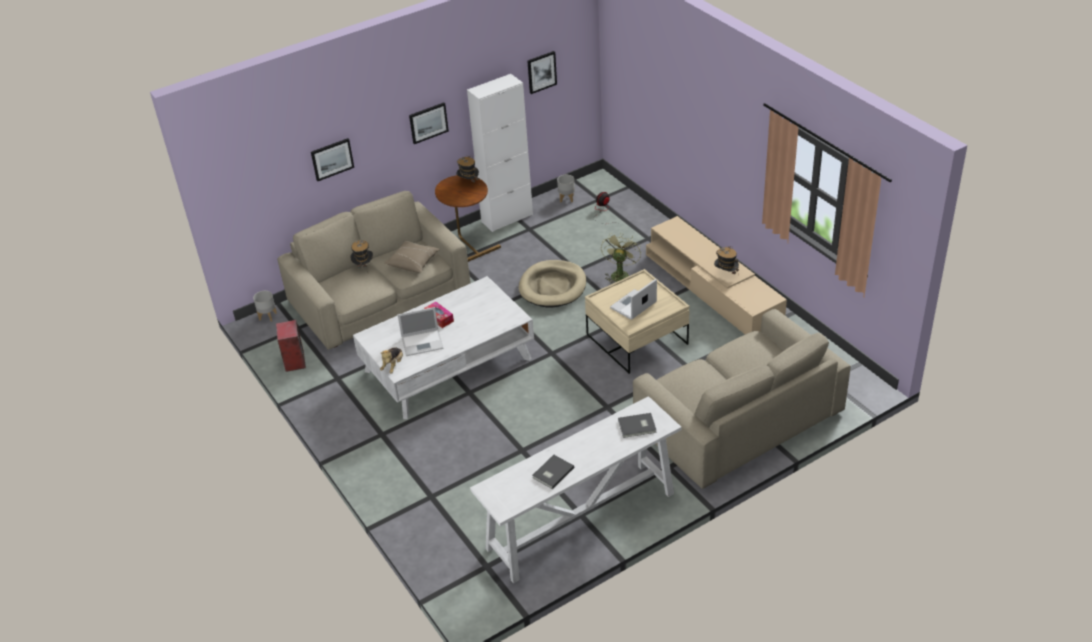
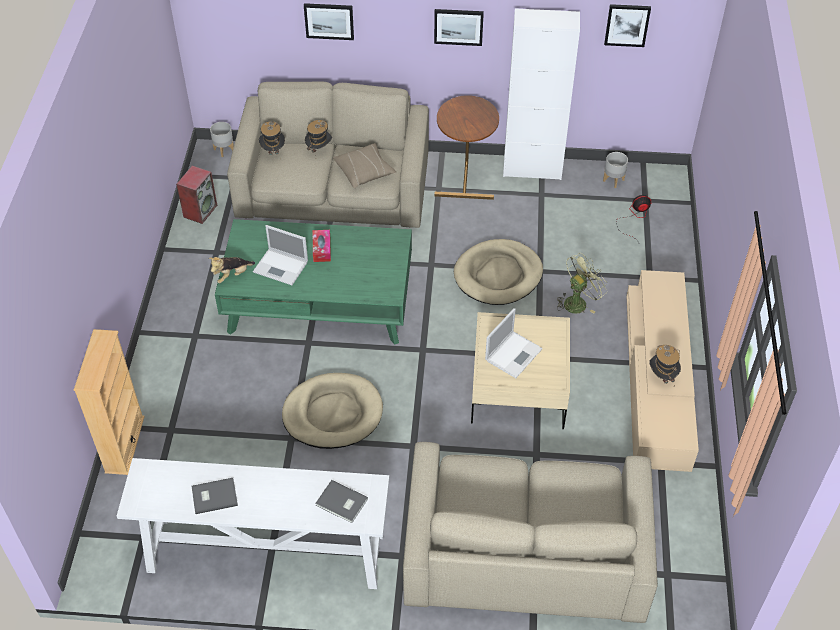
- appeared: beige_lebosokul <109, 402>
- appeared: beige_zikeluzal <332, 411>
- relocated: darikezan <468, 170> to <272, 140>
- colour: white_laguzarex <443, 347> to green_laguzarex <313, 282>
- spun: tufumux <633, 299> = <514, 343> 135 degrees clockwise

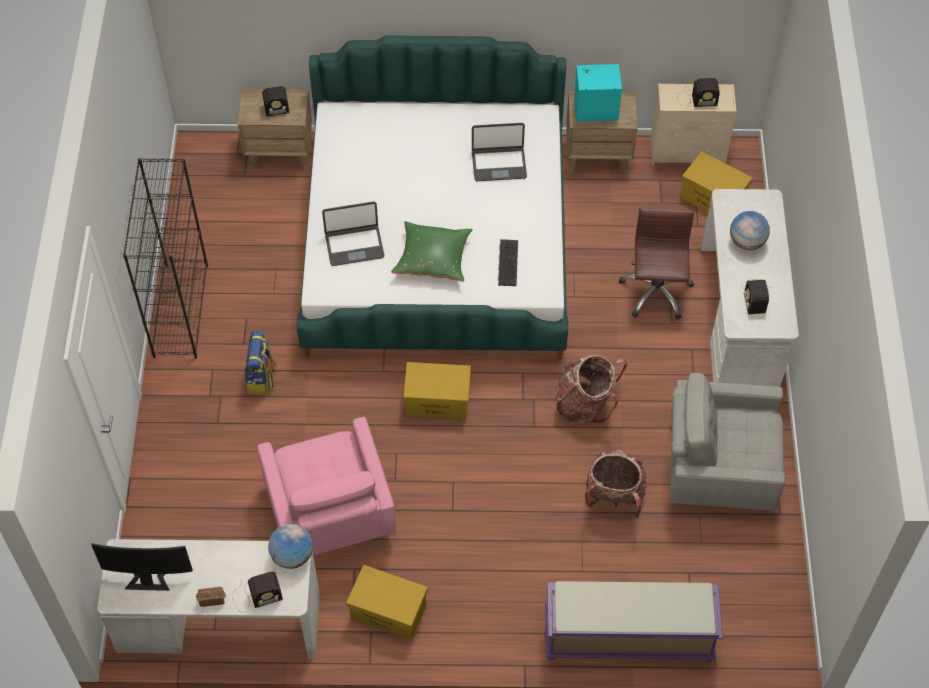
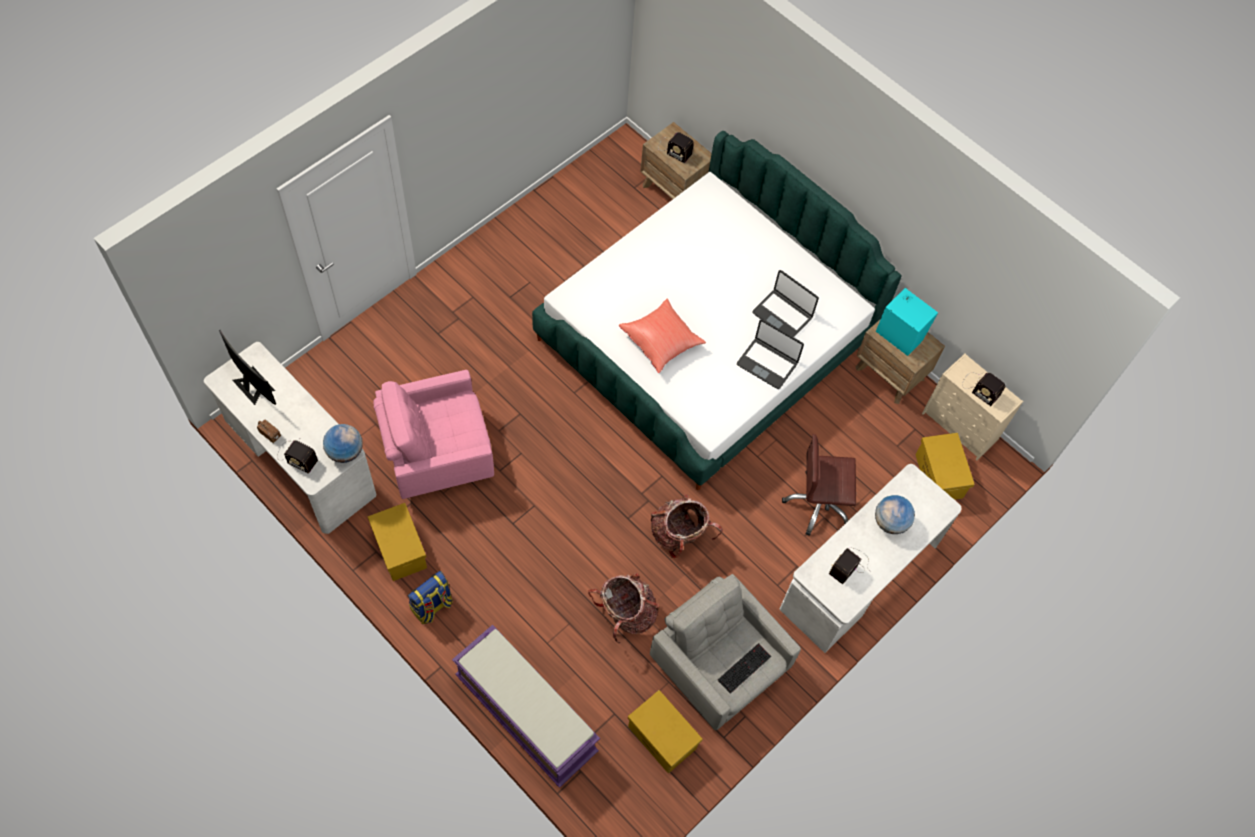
- missing: black_lebosokul <165, 258>
- relocated: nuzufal <260, 363> to <430, 597>
- relocated: tufumux <353, 233> to <770, 354>
- relocated: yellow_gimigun <437, 390> to <665, 732>
- relocated: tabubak <508, 262> to <744, 668>
- colour: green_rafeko <431, 251> to red_rafeko <662, 335>
- spun: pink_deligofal <326, 486> = <433, 434> 45 degrees clockwise
- spun: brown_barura <656, 264> = <819, 485> 135 degrees counterclockwise

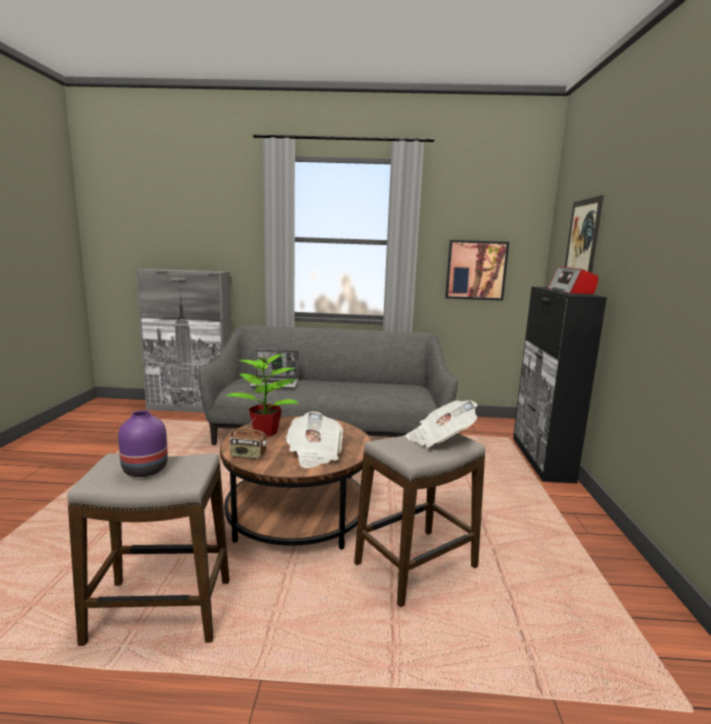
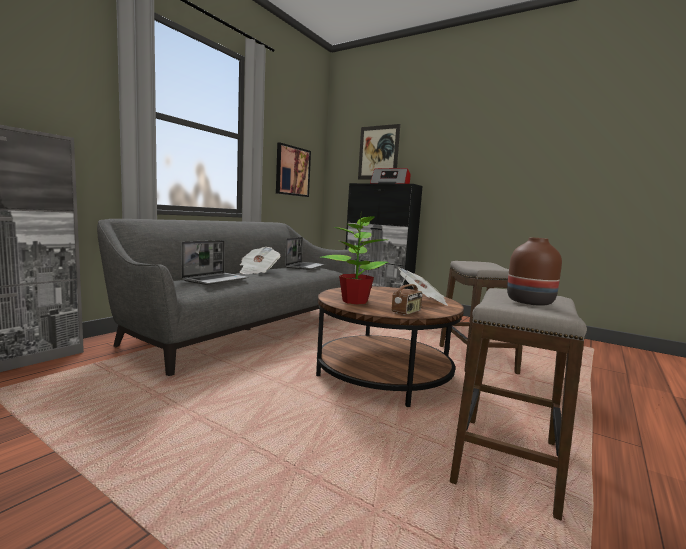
- appeared: tufumux <305, 253>
- relocated: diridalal <441, 424> to <260, 260>
- colour: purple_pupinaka <143, 443> to brown_pupinaka <534, 271>

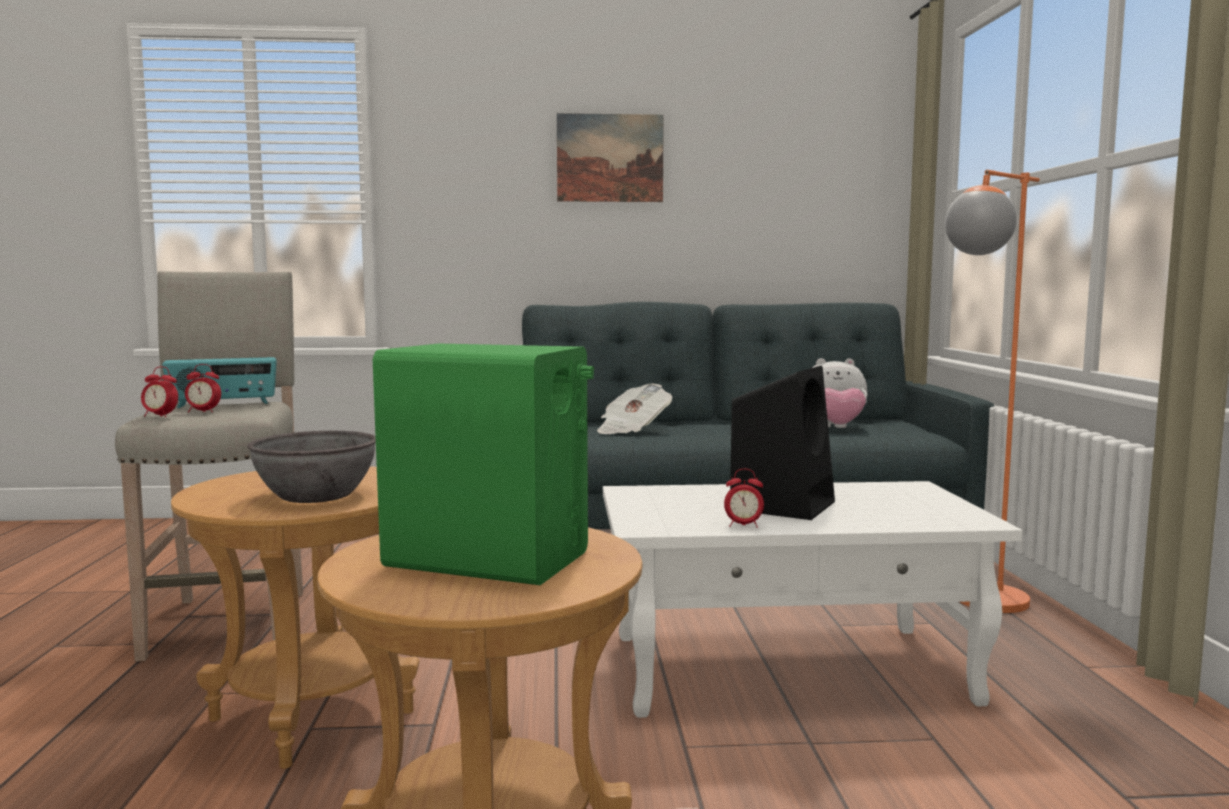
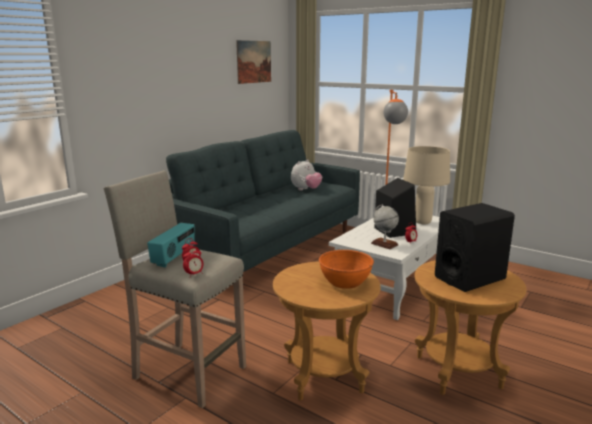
- missing: diridalal <634, 409>
- appeared: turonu <385, 226>
- appeared: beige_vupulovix <426, 185>
- relocated: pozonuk <610, 157> to <253, 62>
- colour: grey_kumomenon <311, 467> to orange_kumomenon <346, 269>
- colour: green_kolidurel <483, 464> to black_kolidurel <475, 247>

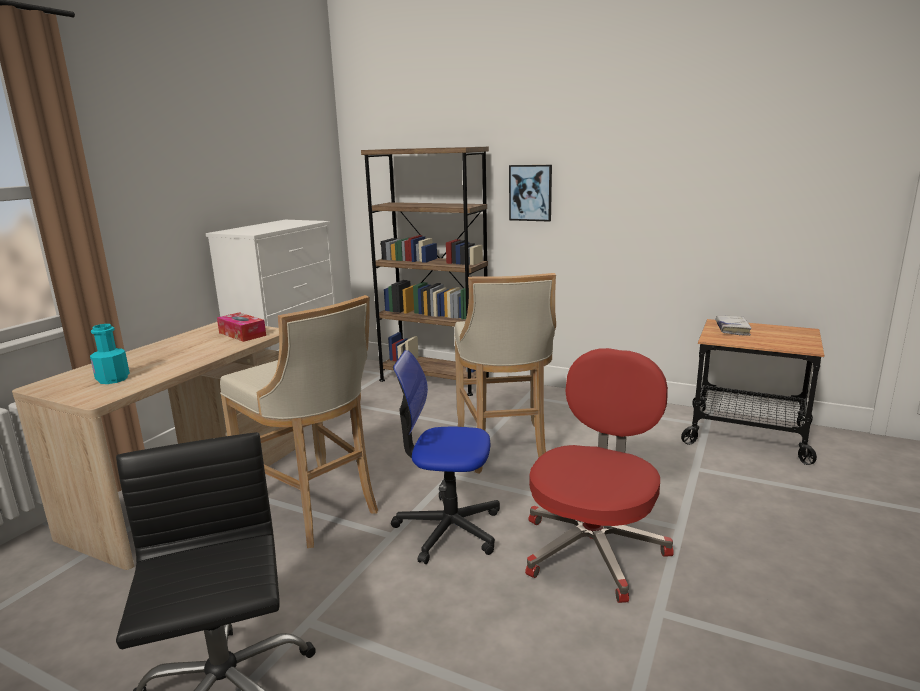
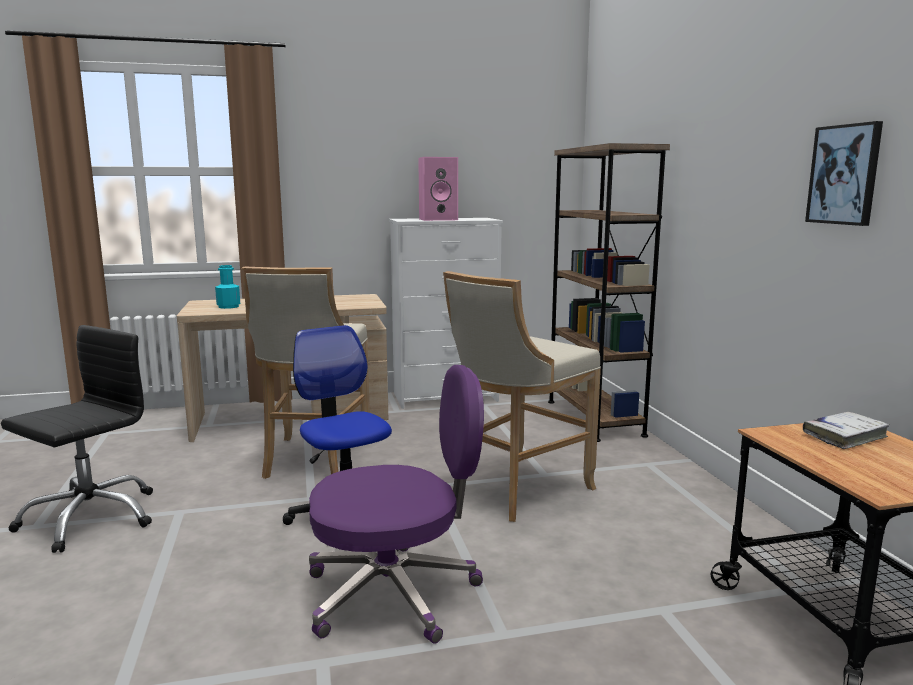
- missing: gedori <241, 327>
- appeared: pink_kolidurel <438, 189>
- relocated: pozonuk <530, 193> to <844, 173>
- colour: red_barura <599, 475> to purple_barura <396, 504>

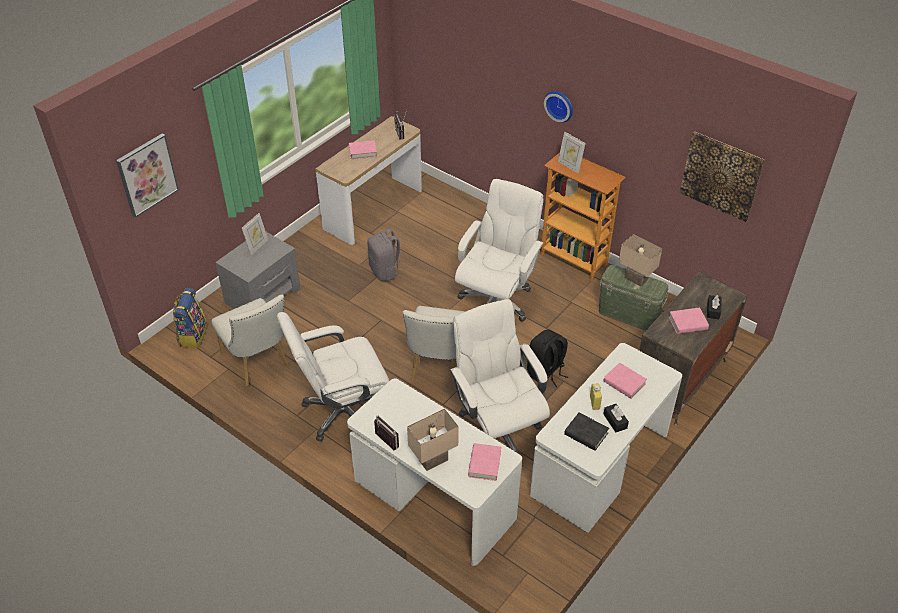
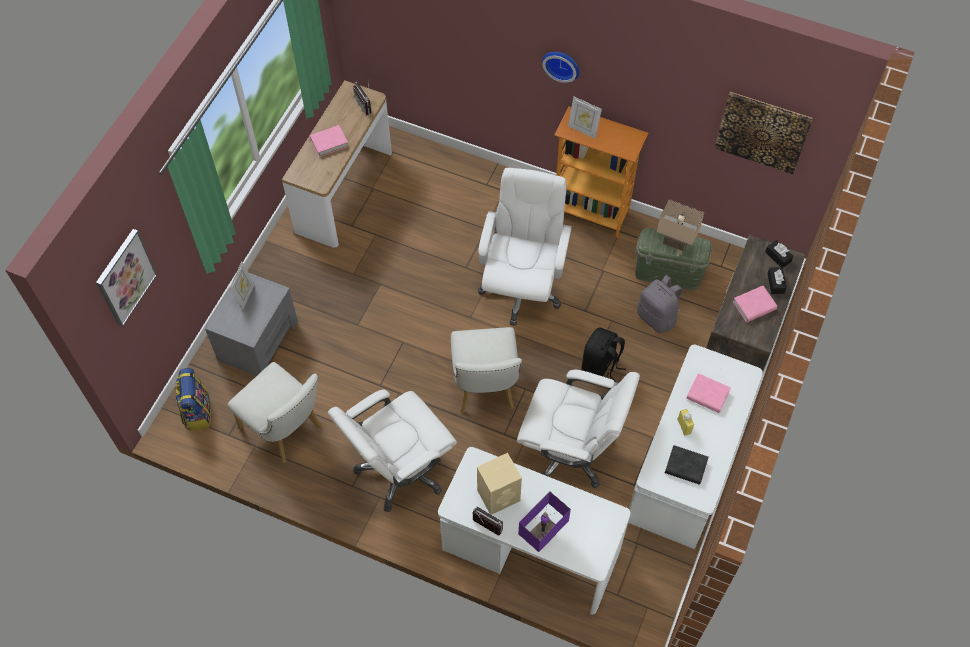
- missing: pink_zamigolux <484, 462>
- appeared: beige_kolidurel <499, 484>
- relocated: grey_nuzufal <386, 255> to <660, 304>
- relocated: black_gedori <616, 418> to <779, 254>
- colour: beige_vupulovix <433, 439> to purple_vupulovix <544, 521>
- spun: white_barura <500, 377> = <578, 429> 150 degrees clockwise

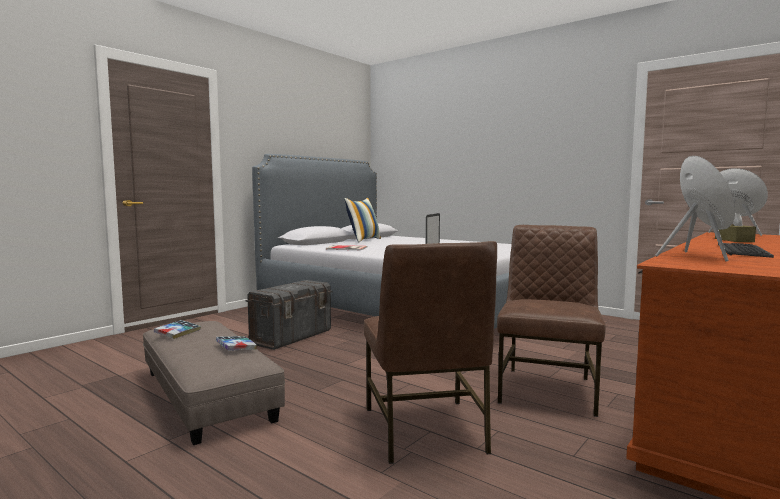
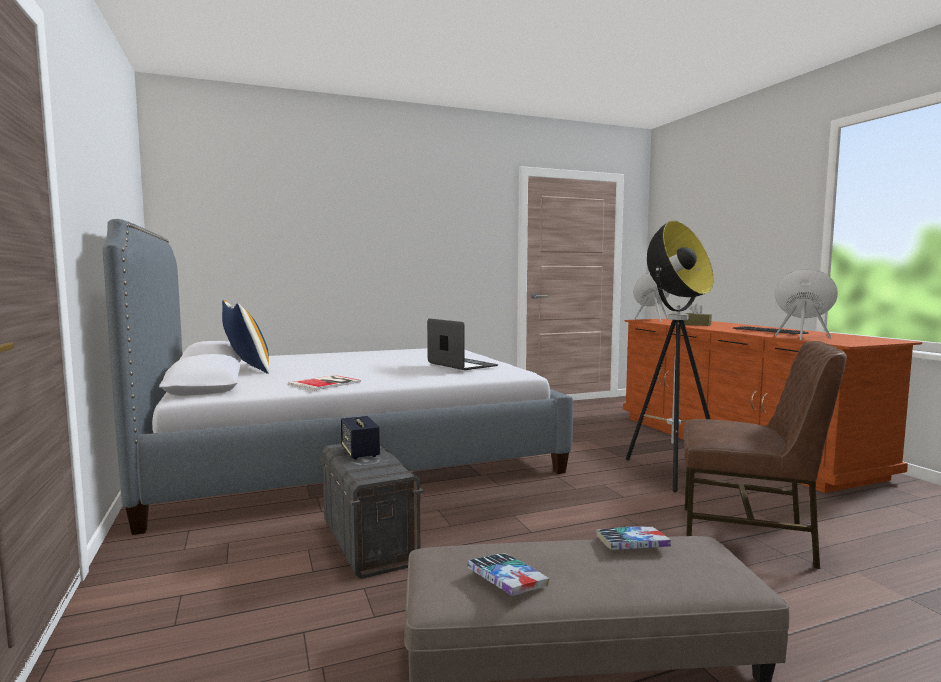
- appeared: kolidurel <360, 438>
- exchanged: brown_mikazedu <551, 321> to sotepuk <669, 356>

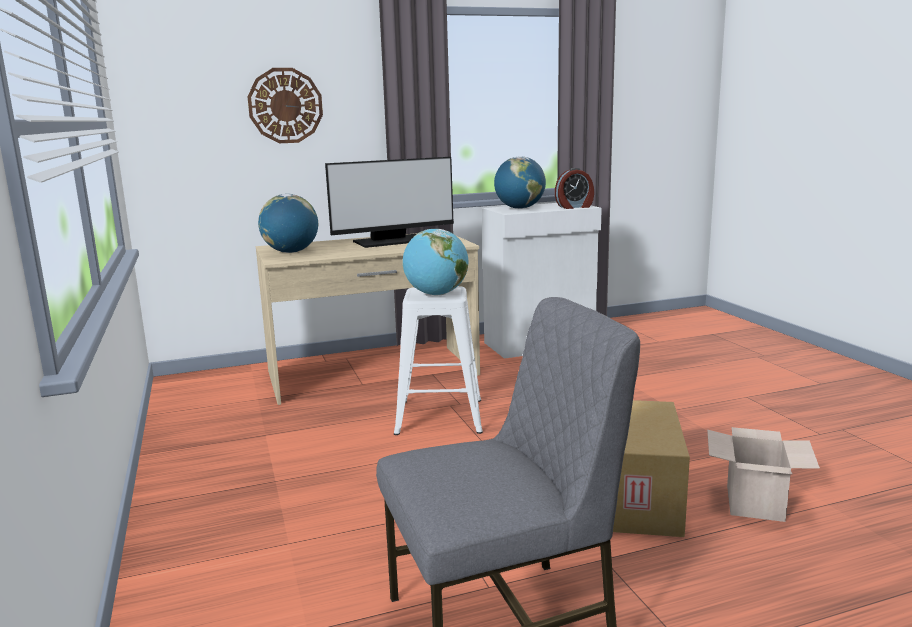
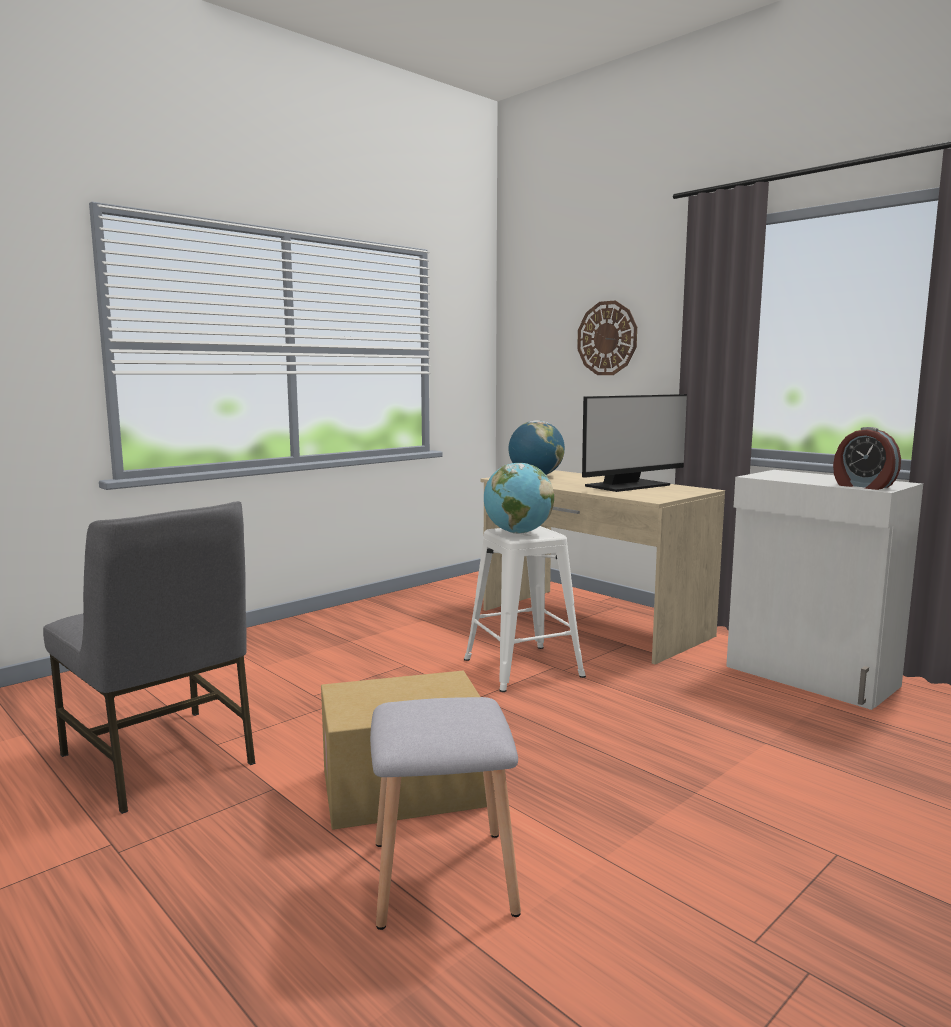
- missing: turonu <520, 182>
- exchanged: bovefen <763, 474> to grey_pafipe <445, 813>
- spun: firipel <389, 202> = <634, 443> 75 degrees counterclockwise

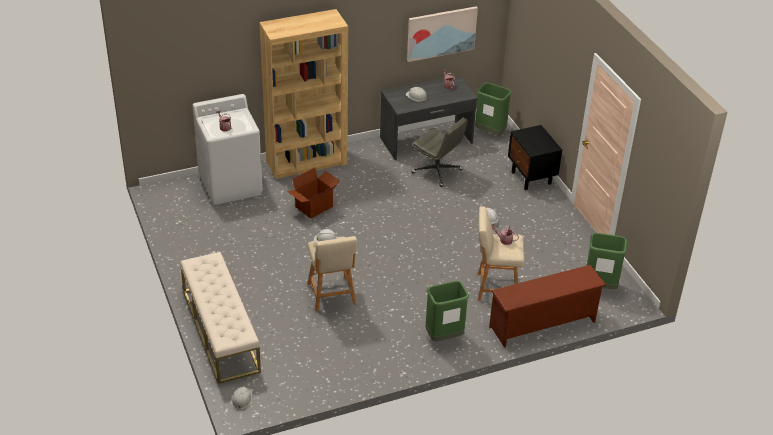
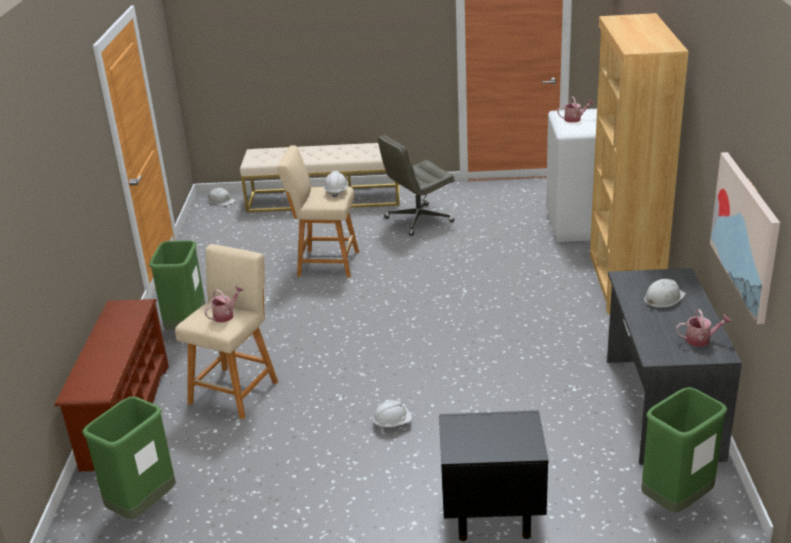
- missing: bovefen <313, 193>
- relocated: grey_barura <439, 152> to <416, 185>

